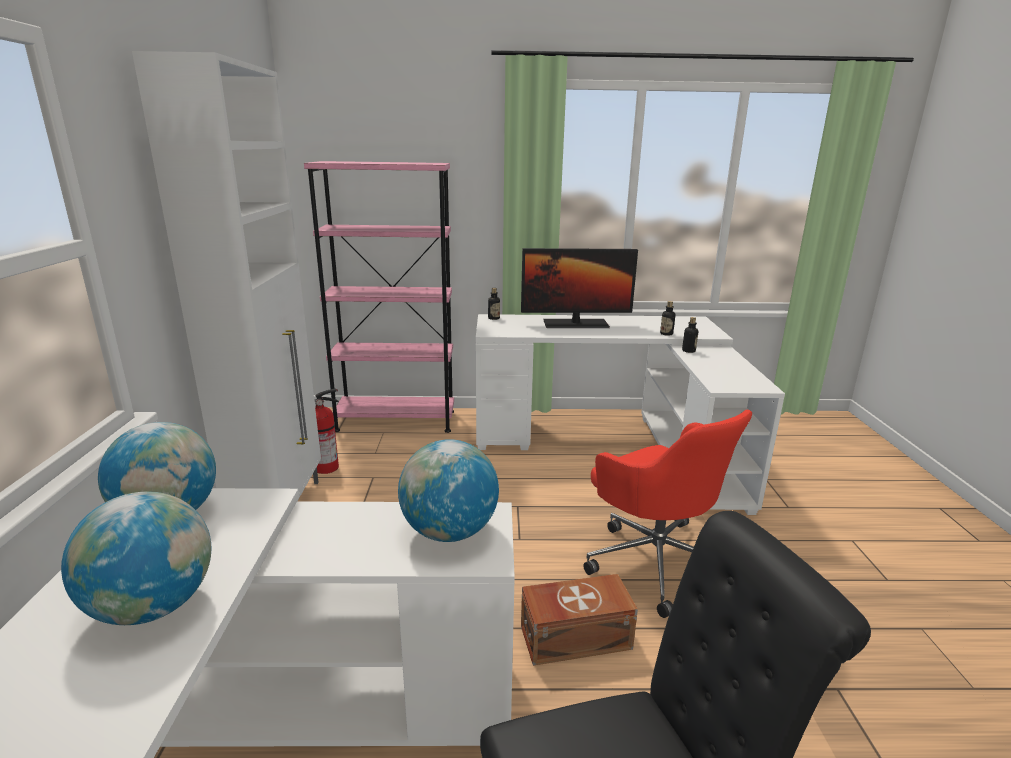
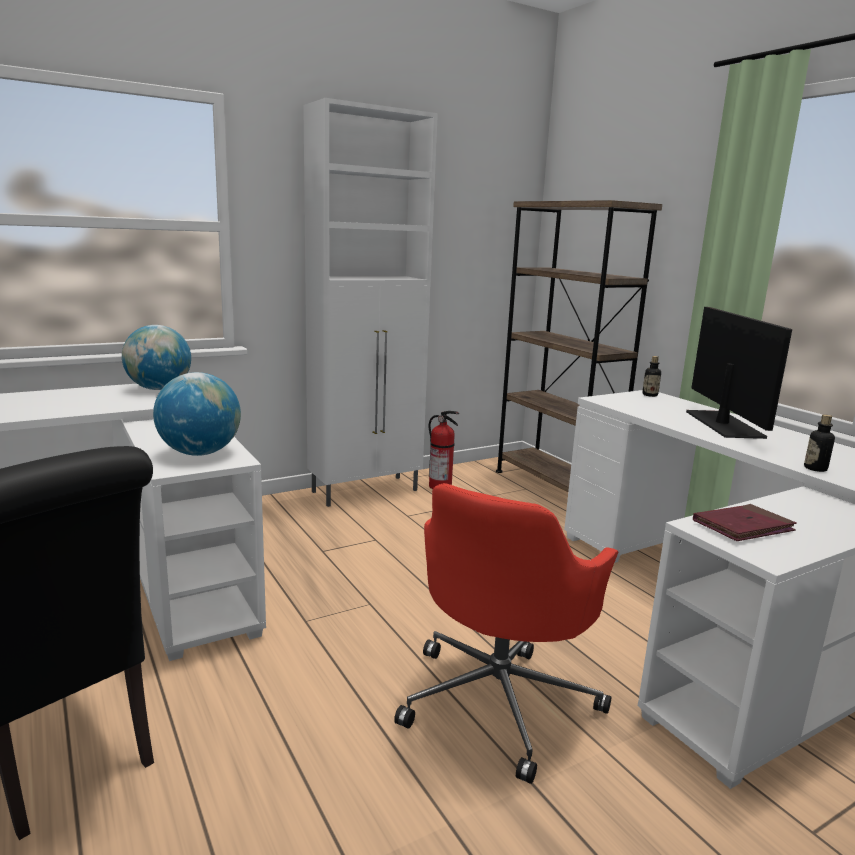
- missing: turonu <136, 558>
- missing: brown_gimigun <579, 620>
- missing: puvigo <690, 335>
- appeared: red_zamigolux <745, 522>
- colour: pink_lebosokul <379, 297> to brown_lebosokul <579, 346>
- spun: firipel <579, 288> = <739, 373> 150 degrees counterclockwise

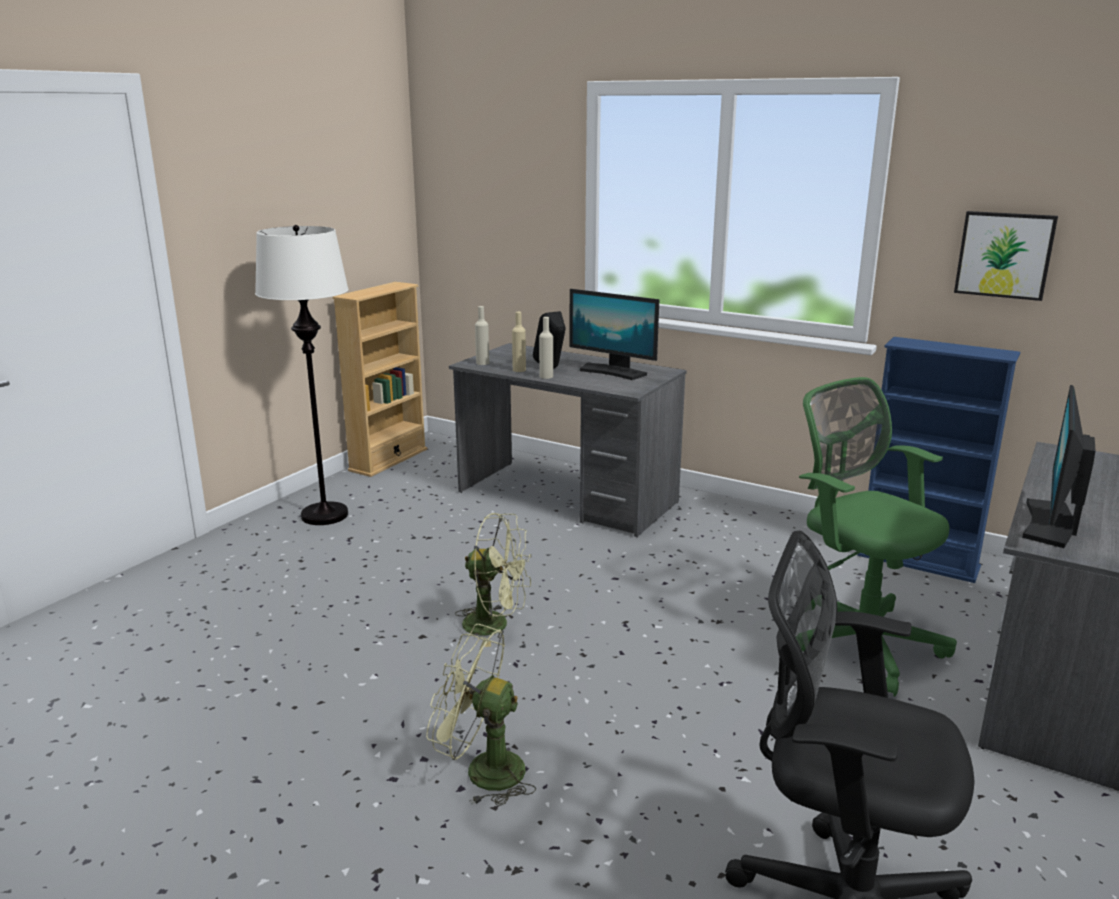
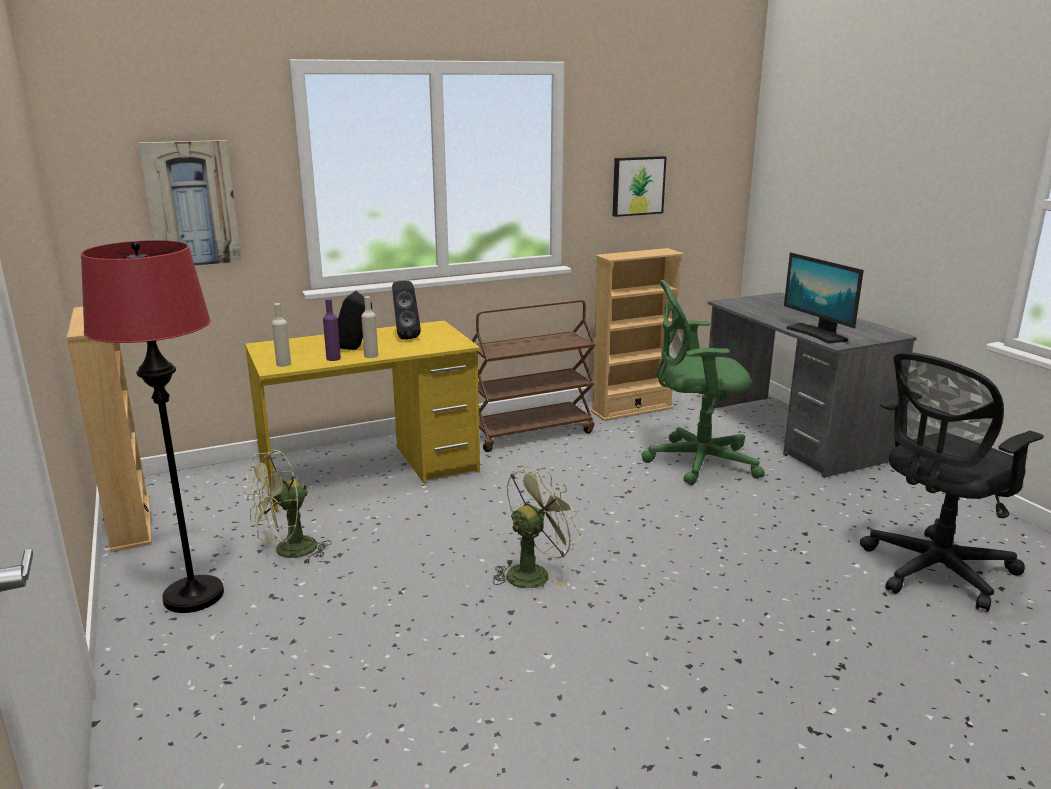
- appeared: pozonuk <190, 202>
- appeared: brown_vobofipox <534, 376>
- relocated: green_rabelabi <481, 715> to <288, 507>
- exchanged: firipel <614, 334> to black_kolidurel <406, 310>
- colour: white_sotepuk <302, 375> to red_sotepuk <152, 426>
- colour: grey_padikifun <568, 440> to yellow_padikifun <362, 416>
- colour: beige_puvigo <519, 342> to purple_puvigo <332, 330>
- colour: blue_lebosokul <938, 460> to beige_lebosokul <637, 334>

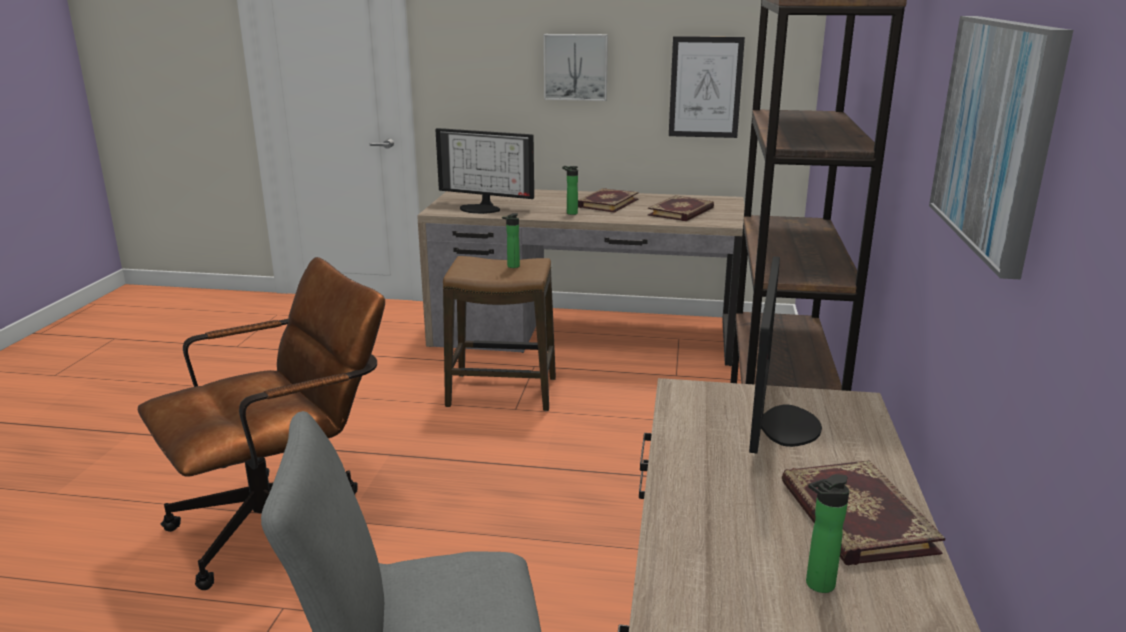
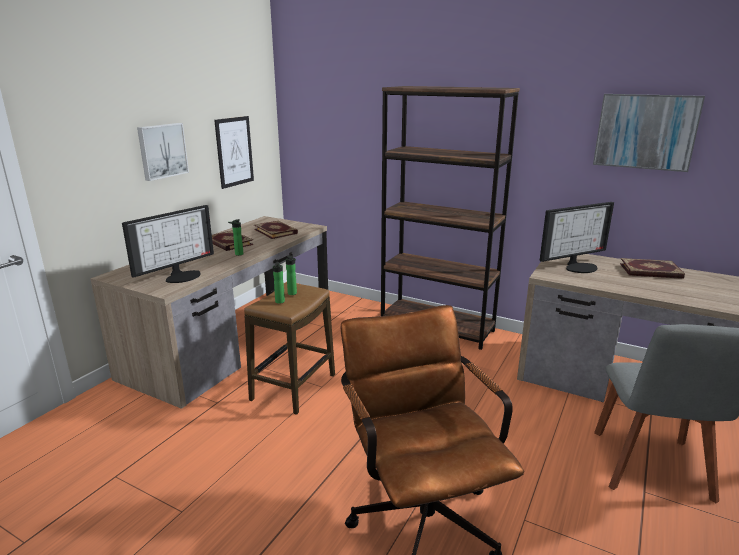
- relocated: puvigo <827, 533> to <279, 283>
- spun: firipel <785, 355> = <577, 237> 120 degrees clockwise

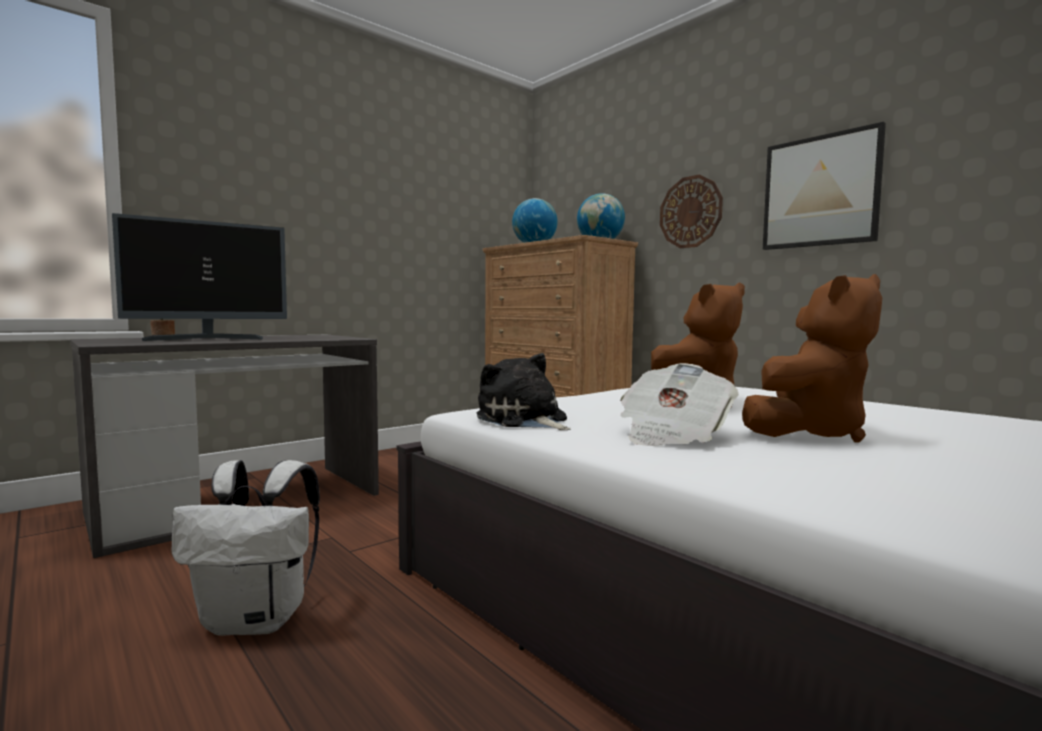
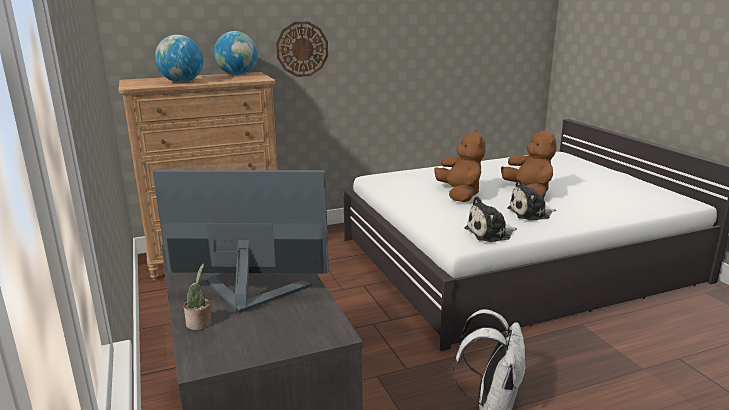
- missing: pozonuk <824, 186>
- exchanged: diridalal <679, 404> to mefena <531, 199>
- spun: firipel <199, 277> = <241, 241> 75 degrees counterclockwise

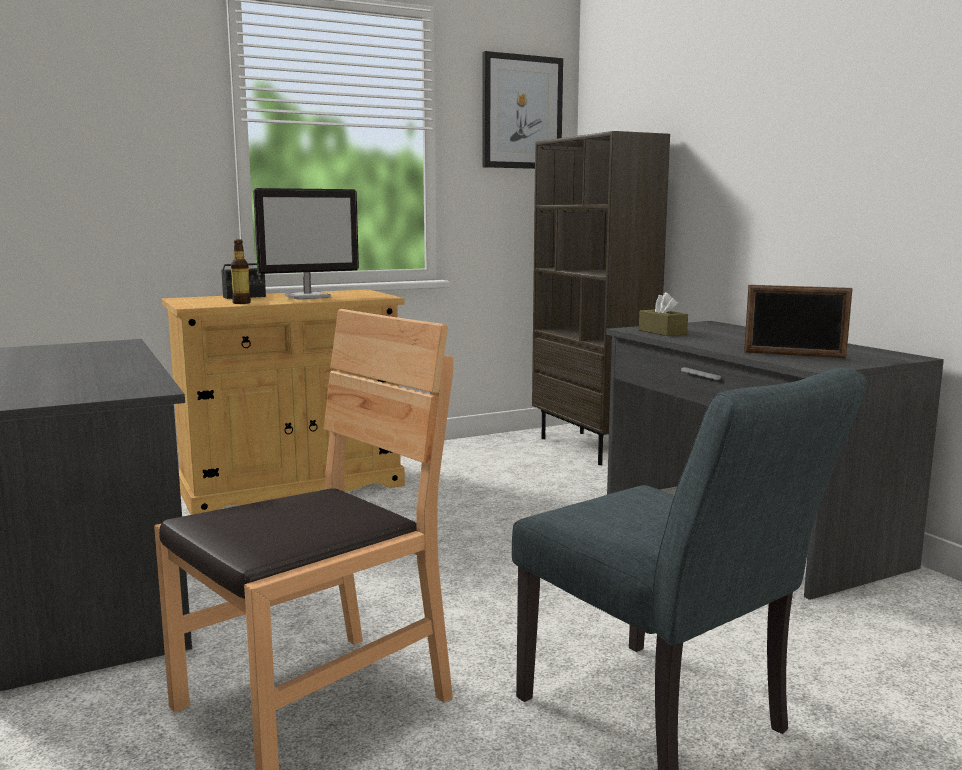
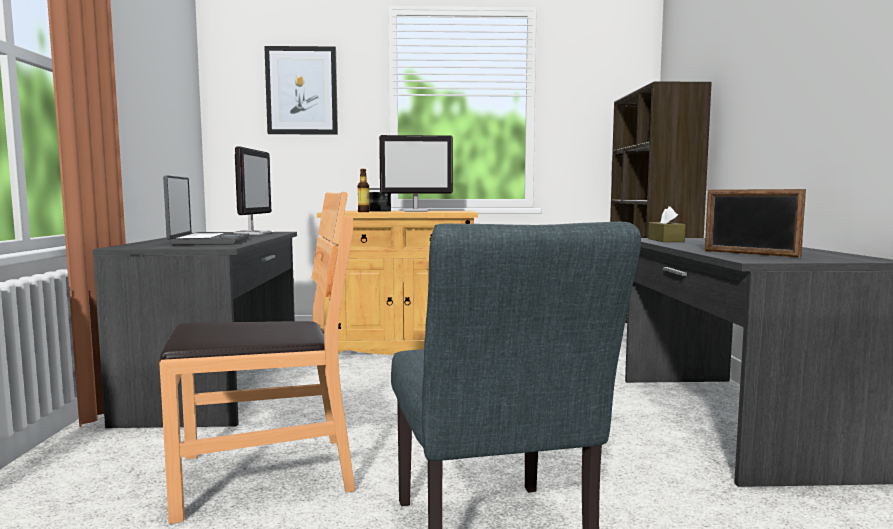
- appeared: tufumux <206, 210>
- appeared: firipel <252, 190>
- relocated: pozonuk <523, 110> to <301, 90>

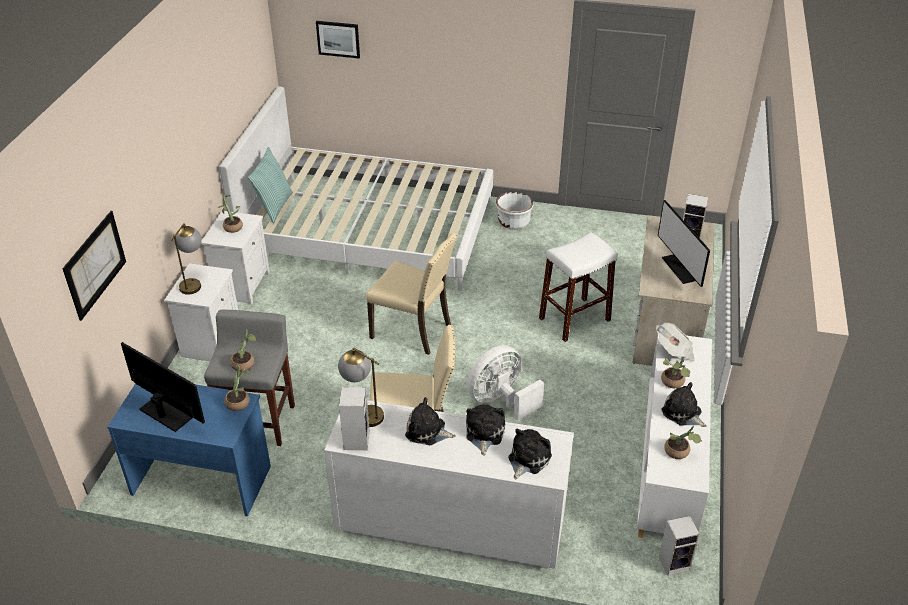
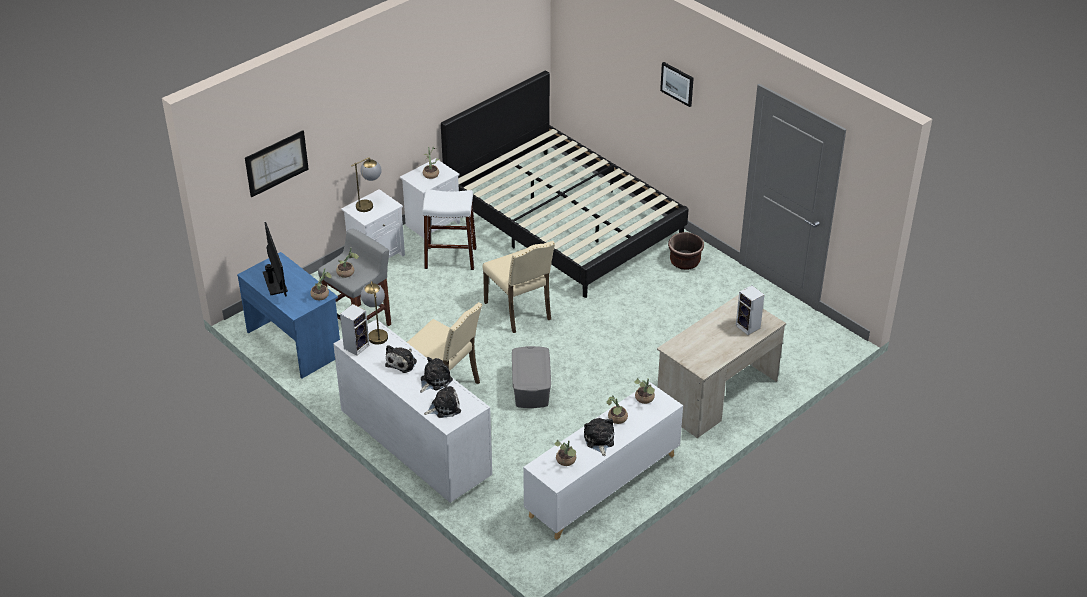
- missing: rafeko <270, 185>
- missing: firipel <684, 243>
- missing: kolidurel <679, 546>
- relocated: pozonuk <338, 39> to <677, 84>
- relocated: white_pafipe <578, 287> to <449, 229>
- exchanged: white_rabelabi <505, 383> to grey_gimigun <531, 377>
- exchanged: diridalal <675, 342> to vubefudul <644, 391>
- colour: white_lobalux <356, 189> to black_lobalux <565, 184>
- colour: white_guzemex <514, 211> to brown_guzemex <686, 251>
- spun: mefena <430, 421> = <401, 359> 120 degrees counterclockwise

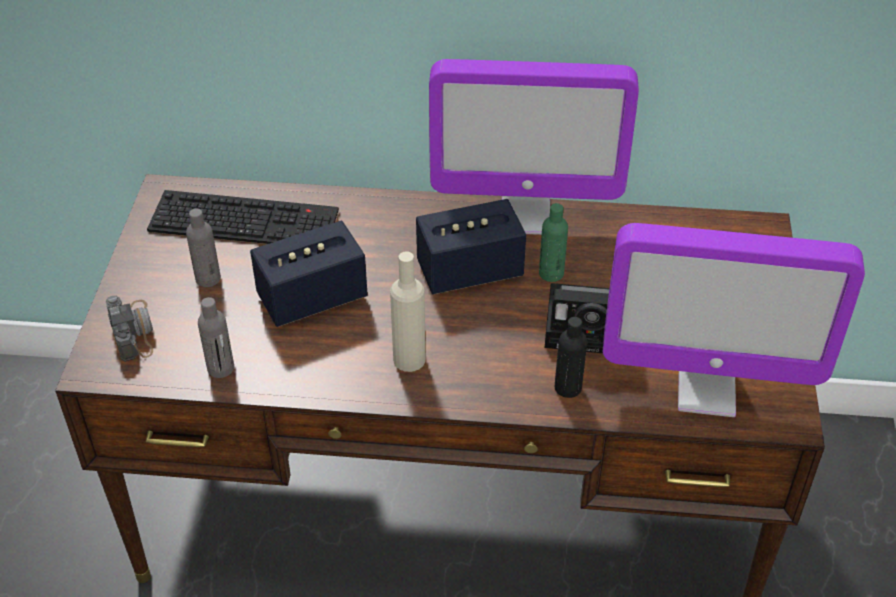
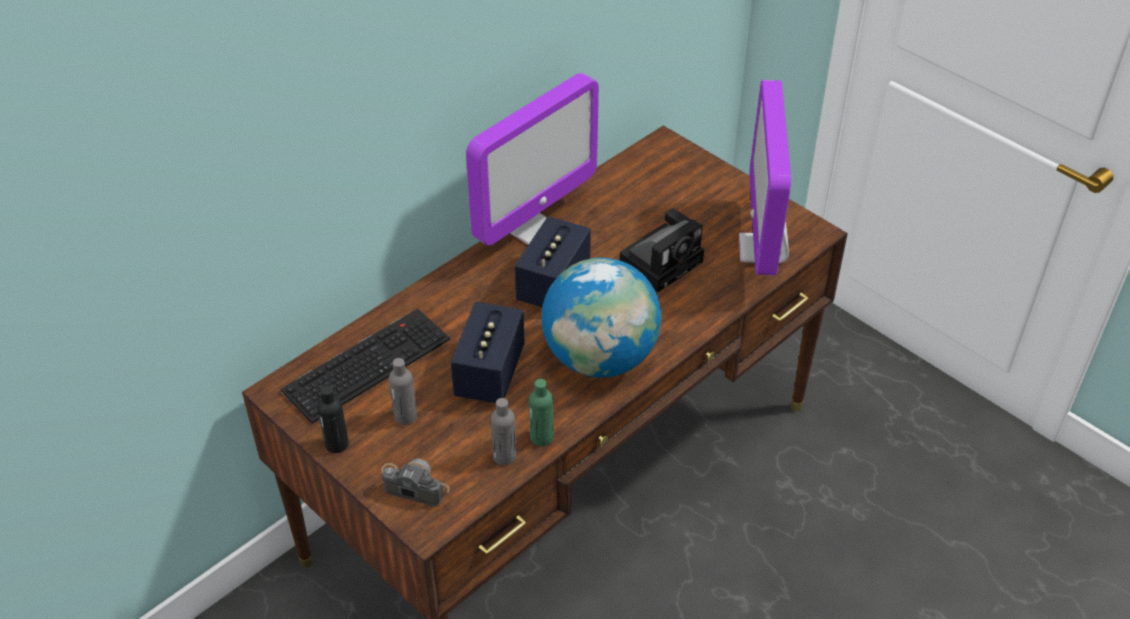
- relocated: green_puvigo <553, 242> to <541, 412>
- relocated: black_puvigo <570, 357> to <333, 419>
- exchanged: beige_puvigo <408, 311> to turonu <601, 318>
- spun: firipel <734, 320> = <765, 177> 135 degrees clockwise

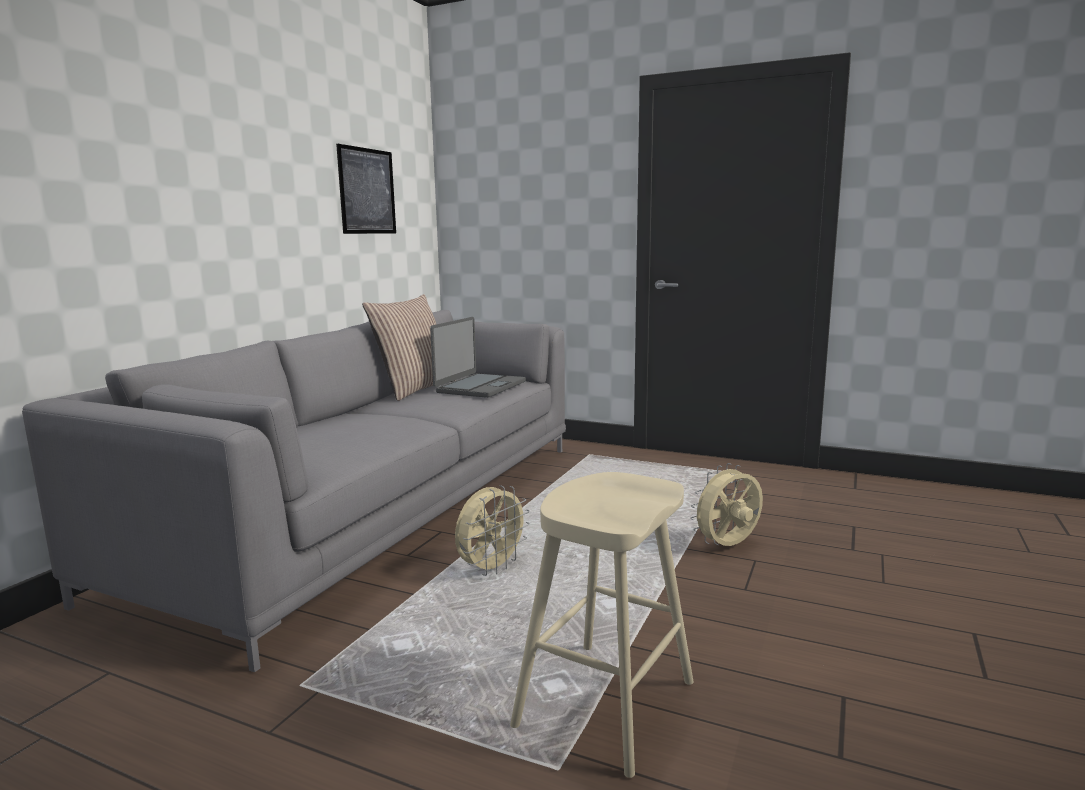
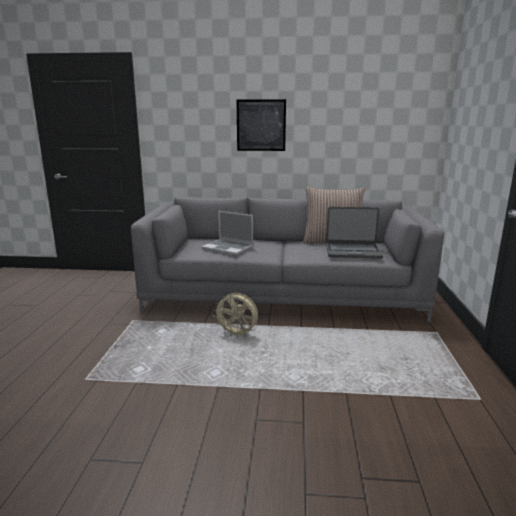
- missing: beige_pafipe <601, 625>
- missing: beige_rabelabi <726, 504>
- appeared: tufumux <227, 233>
- relocated: pozonuk <366, 189> to <261, 125>

